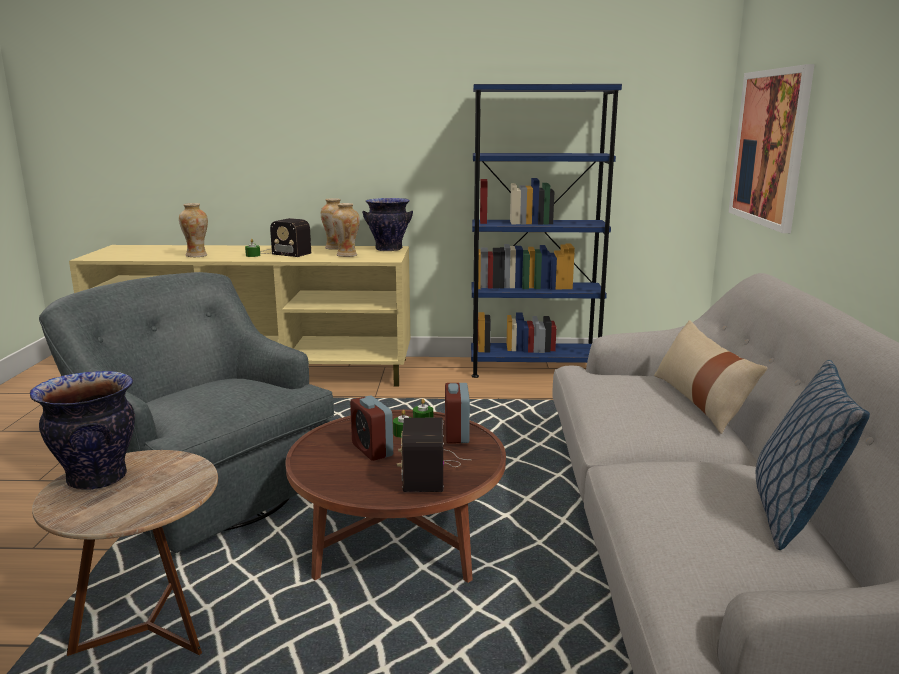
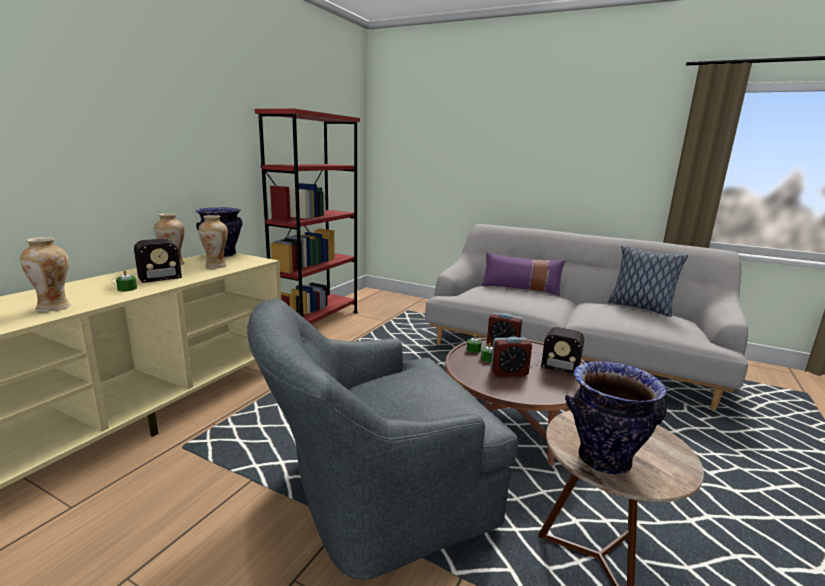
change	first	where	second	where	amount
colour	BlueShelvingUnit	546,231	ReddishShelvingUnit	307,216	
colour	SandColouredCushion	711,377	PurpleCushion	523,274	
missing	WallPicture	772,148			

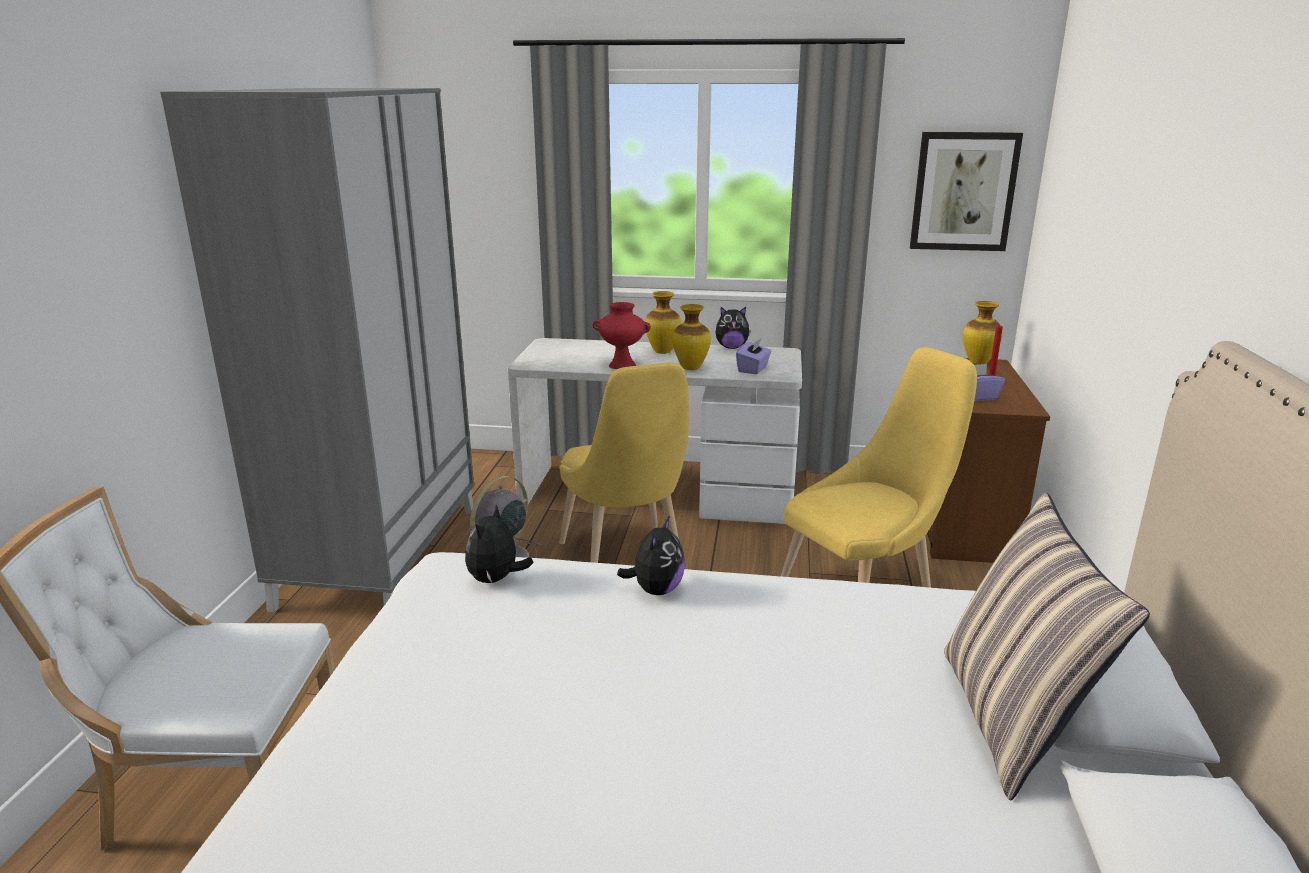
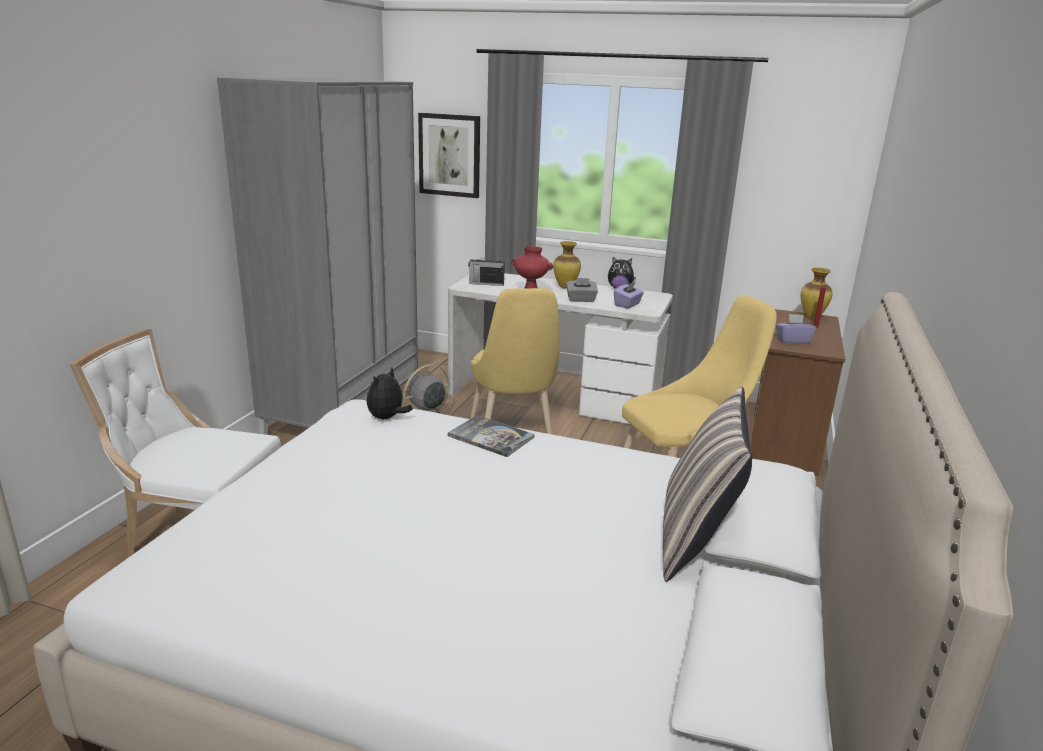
change	first	where	second	where	amount
exchanged	SoftToy	651,555	Book	491,436	
exchanged	Vase	691,337	GreyTissueBox	582,290	
relocated	WallPicture	966,191		449,155	
appeared			Radio	486,270	

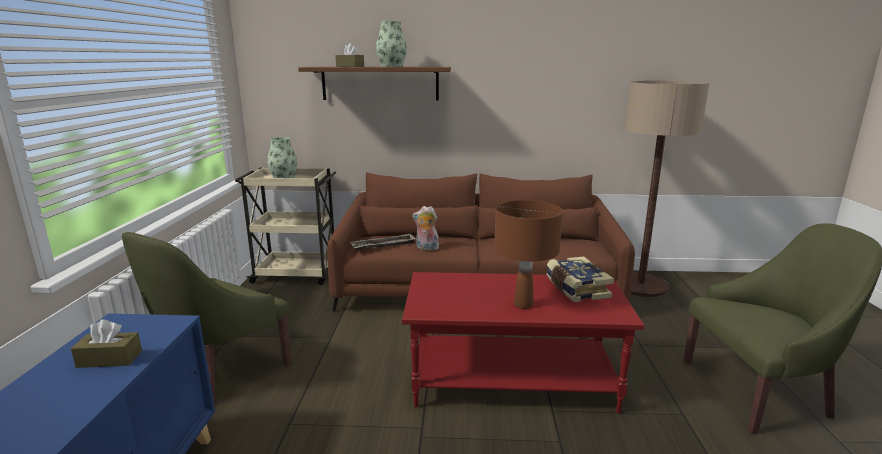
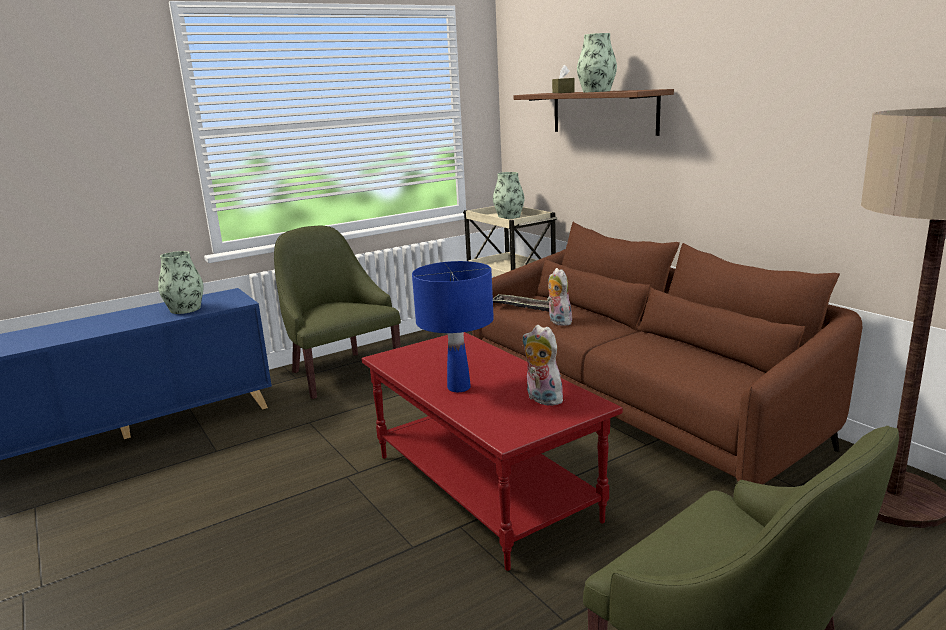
change	first	where	second	where	amount
exchanged	BrownTissueBox	106,344	Vase	181,282	
spun	GreenLoungeChair	206,318		337,312	60 degrees clockwise
colour	BrownTabletopLamp	528,254	BlueTabletopLamp	453,326	
exchanged	Book	580,279	SoftToy	543,365	

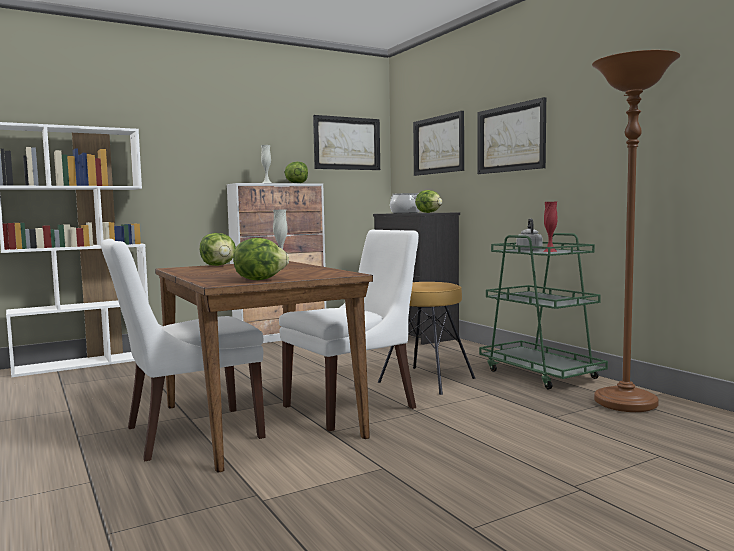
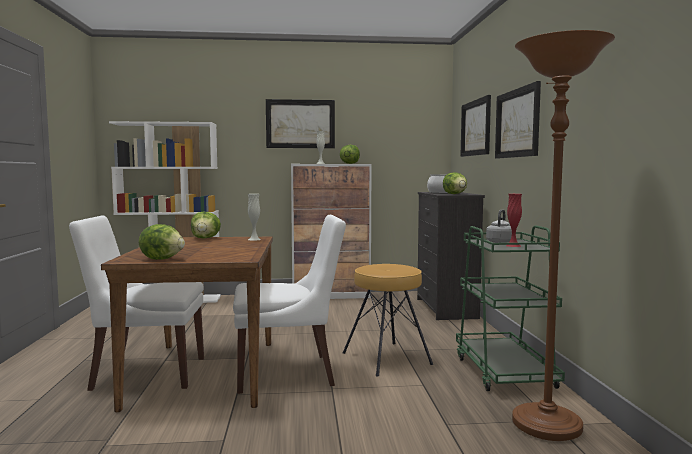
change	first	where	second	where	amount
relocated	WallPicture	346,142		300,123	

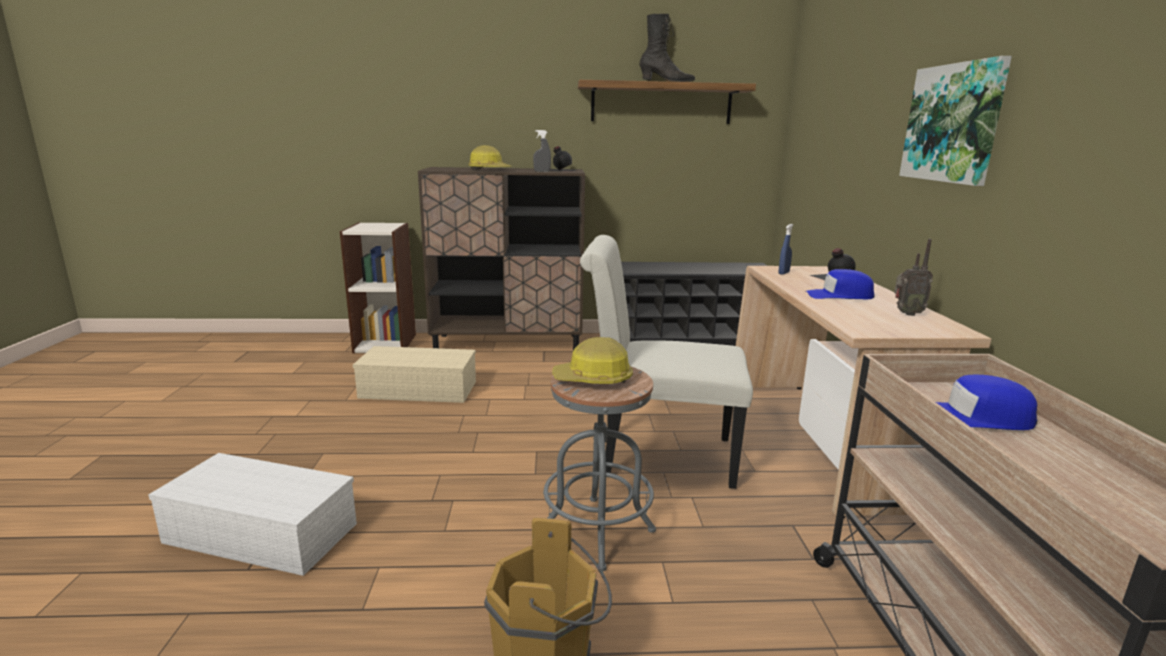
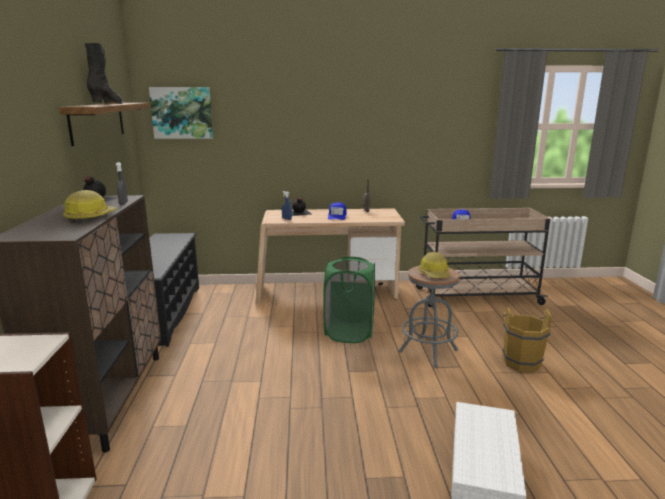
change	first	where	second	where	amount
missing	SandColouredStorageBin	414,374			
exchanged	WhitishPlainChair	666,362	GreenLaundryBasket	349,299	
relocated	WallPicture	955,121		181,113	

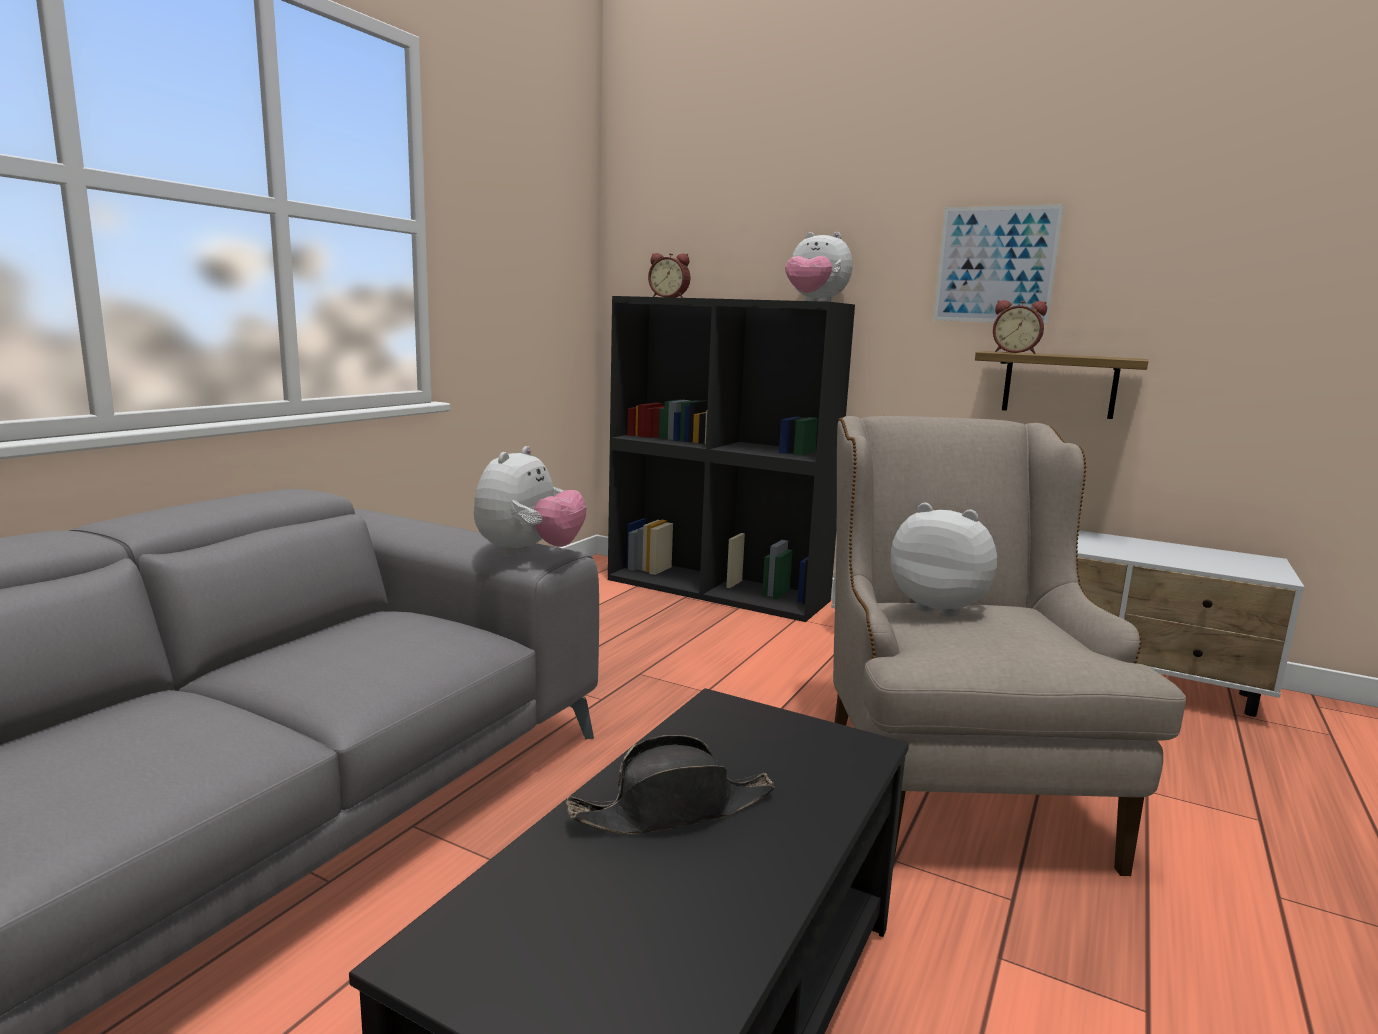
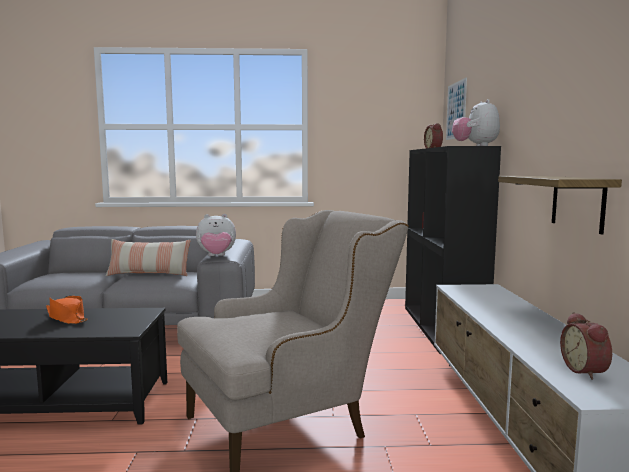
change	first	where	second	where	amount
colour	BlackHat	670,785	OrangeyHat	67,310	
missing	SoftToy	944,560			
relocated	WallPicture	998,264		456,108	
relocated	TableClock	1020,327		586,346	
appeared			Cushion	148,257	

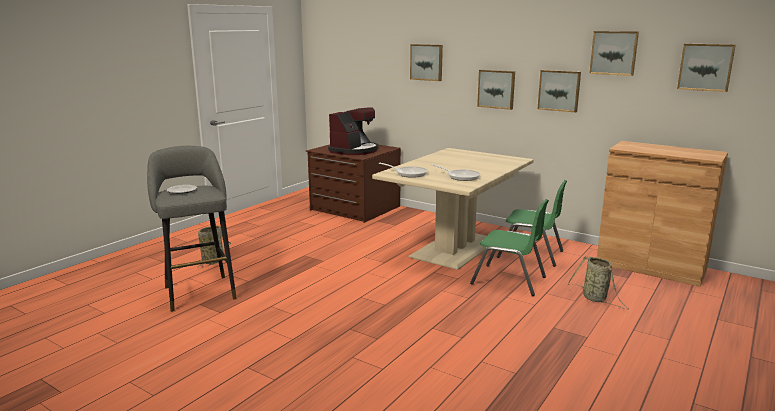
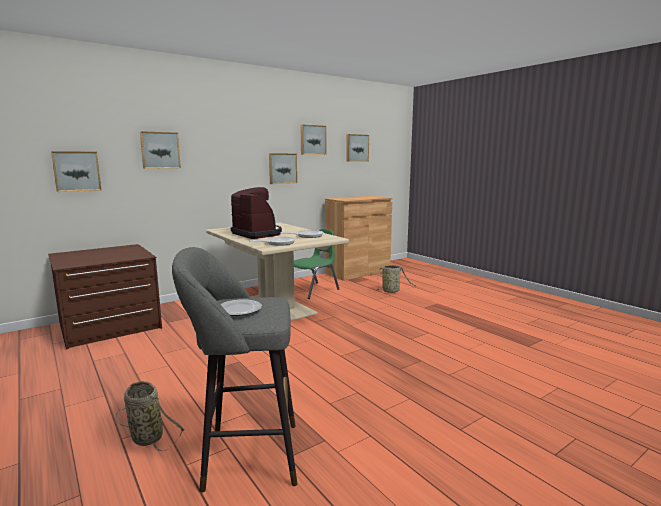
change	first	where	second	where	amount
relocated	CoffeeBrewer	353,131		256,213	
missing	GreenPlainChair	509,247			
relocated	WallPicture	496,90		76,171	

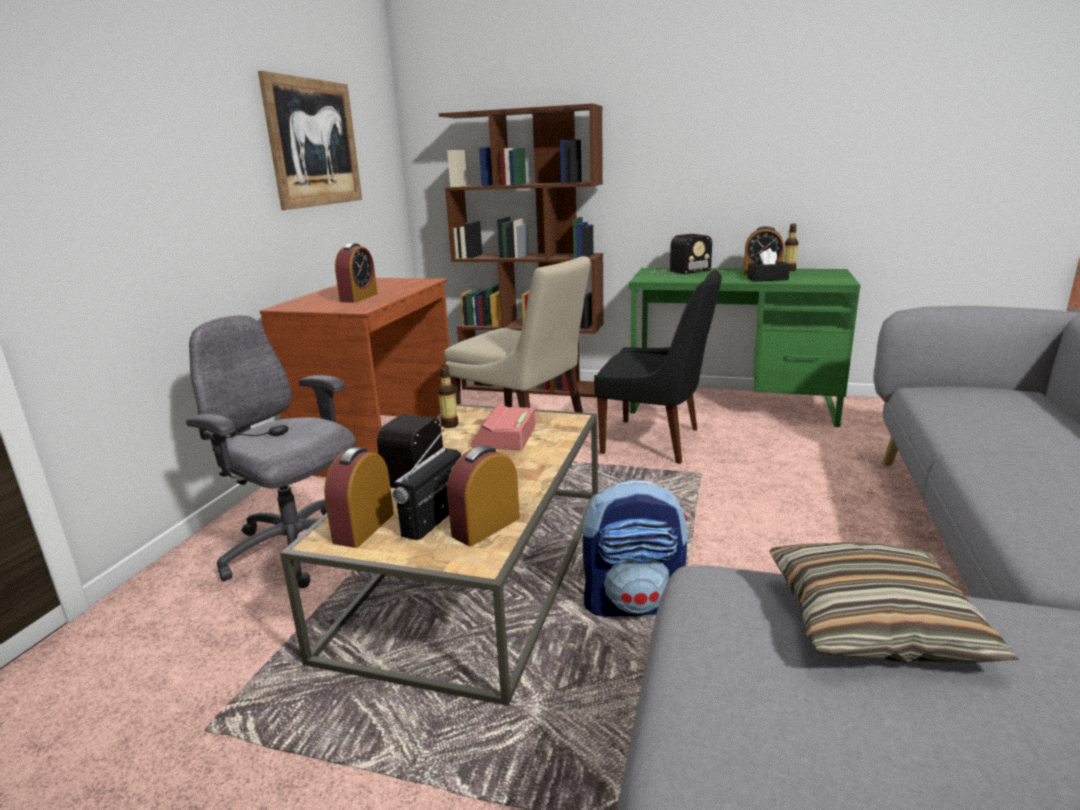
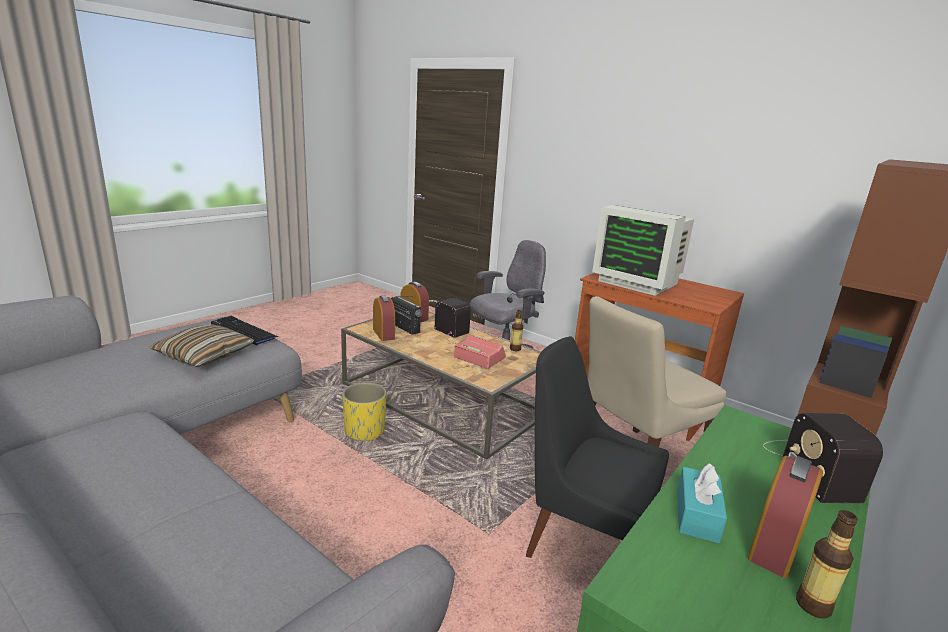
change	first	where	second	where	amount
missing	WallPicture	310,140			
exchanged	TableClock	356,273	ComputerScreen	643,250	
exchanged	Backpack	635,548	YellowPlantPot	364,411	
spun	BlackPlainChair	658,367		597,447	75 degrees clockwise
colour	BlackTissueBox	768,265	TurquoiseColouredTissueBox	702,503	
appeared			ComputerKeyboard	244,330	

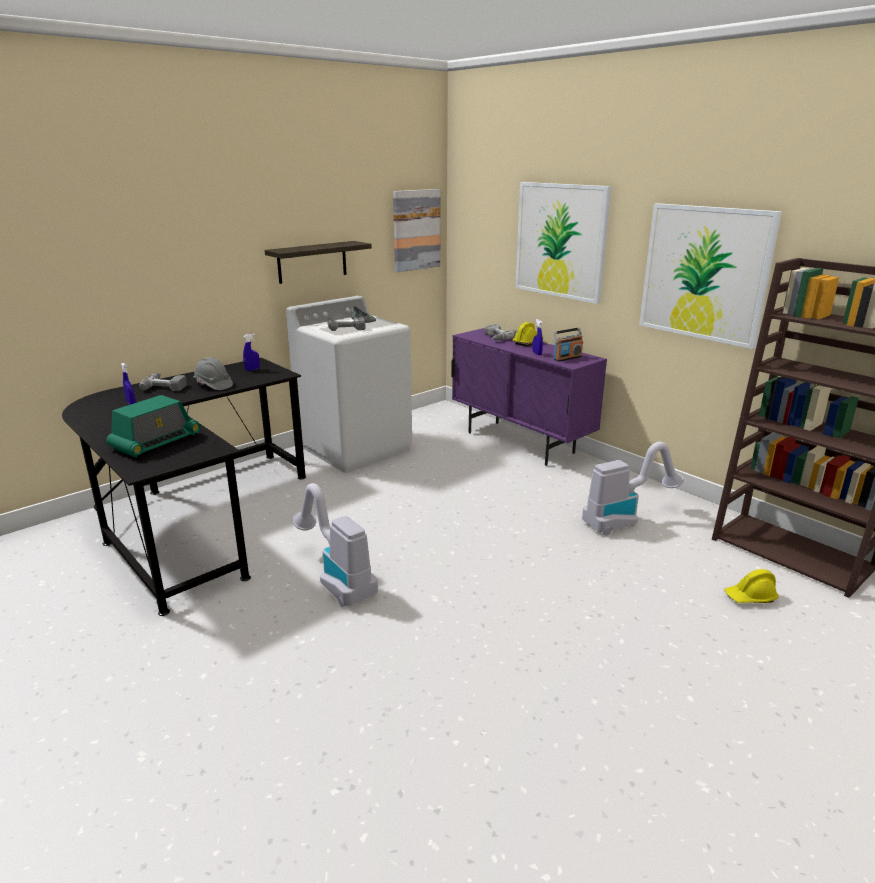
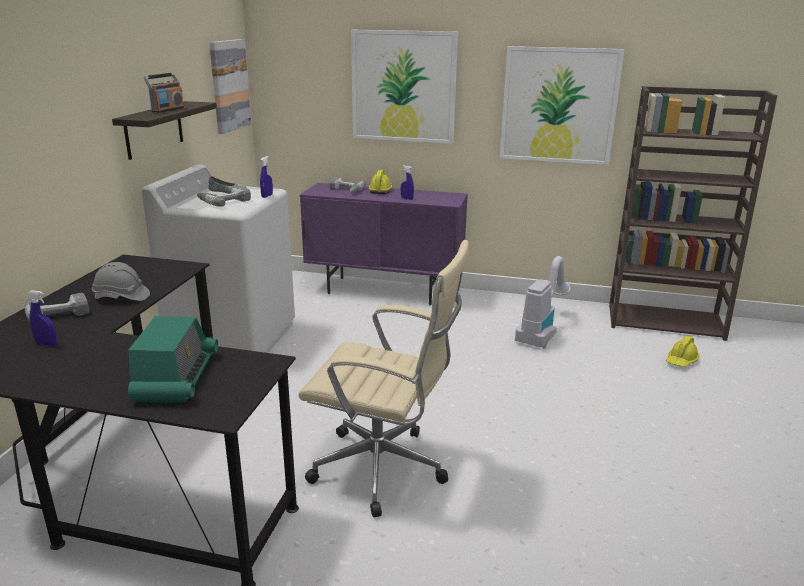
change	first	where	second	where	amount
relocated	BlueSprayer	251,352		266,177	
exchanged	Vacuum	335,545	SandColouredComputerChair	384,378	
relocated	Radio	568,345		164,93	

